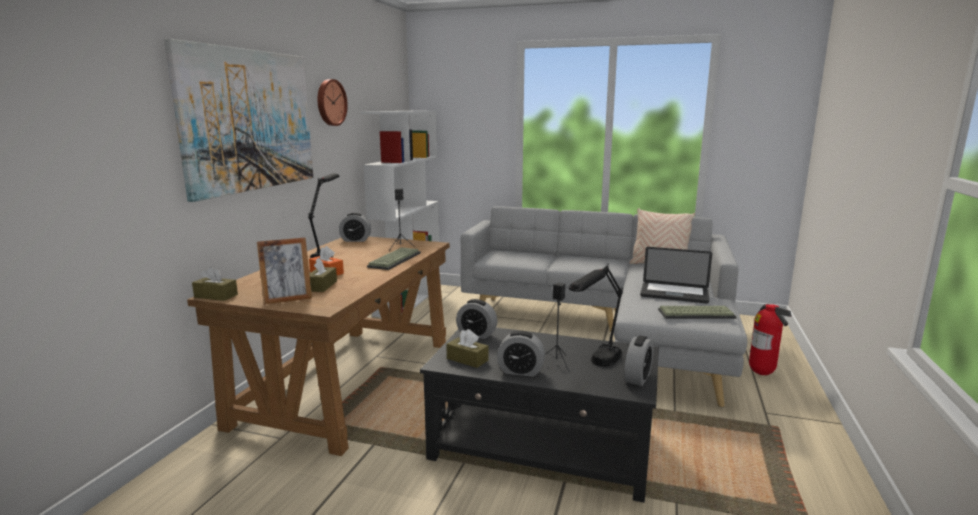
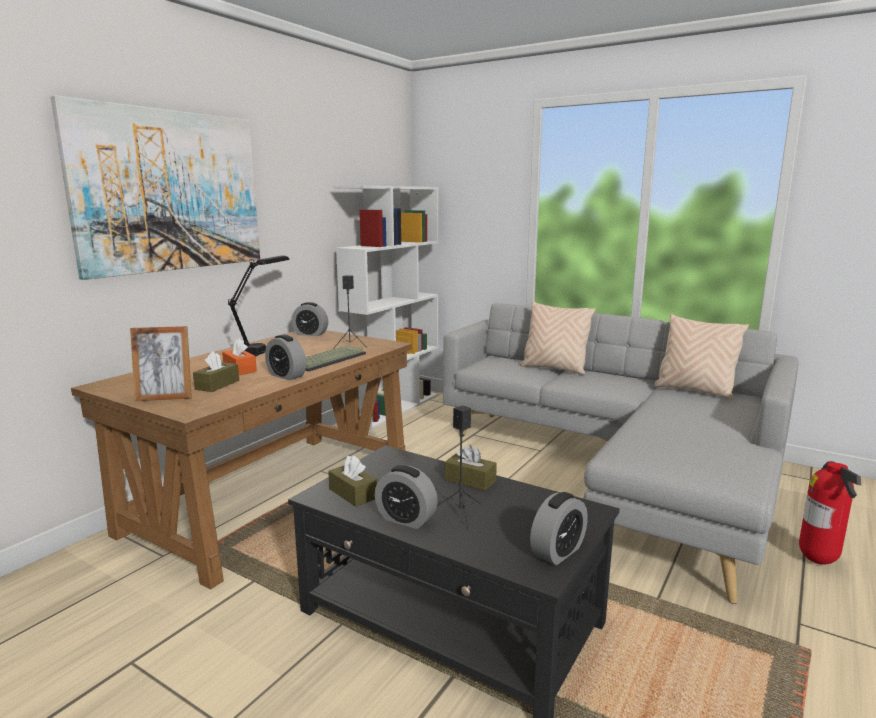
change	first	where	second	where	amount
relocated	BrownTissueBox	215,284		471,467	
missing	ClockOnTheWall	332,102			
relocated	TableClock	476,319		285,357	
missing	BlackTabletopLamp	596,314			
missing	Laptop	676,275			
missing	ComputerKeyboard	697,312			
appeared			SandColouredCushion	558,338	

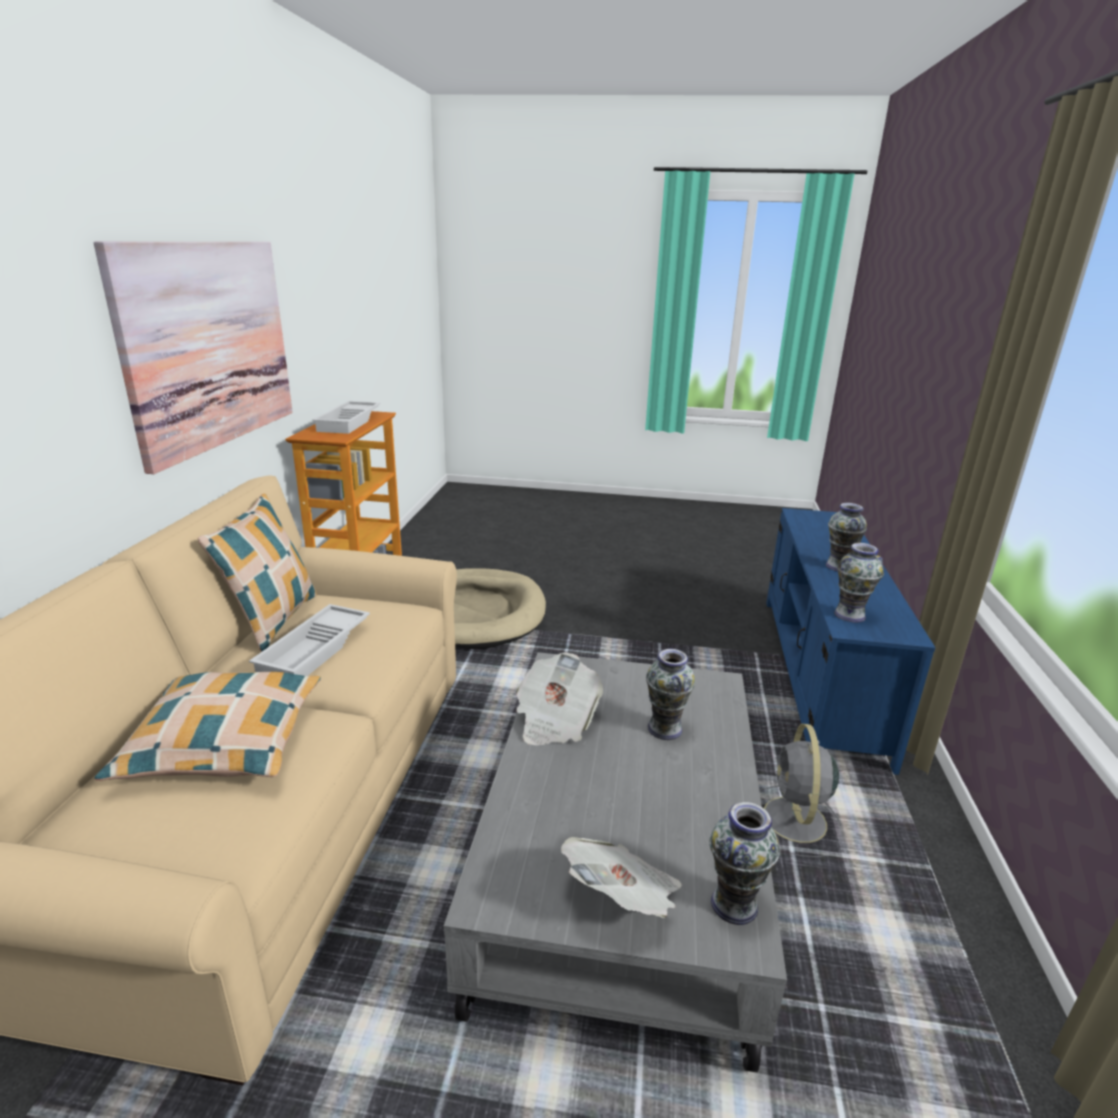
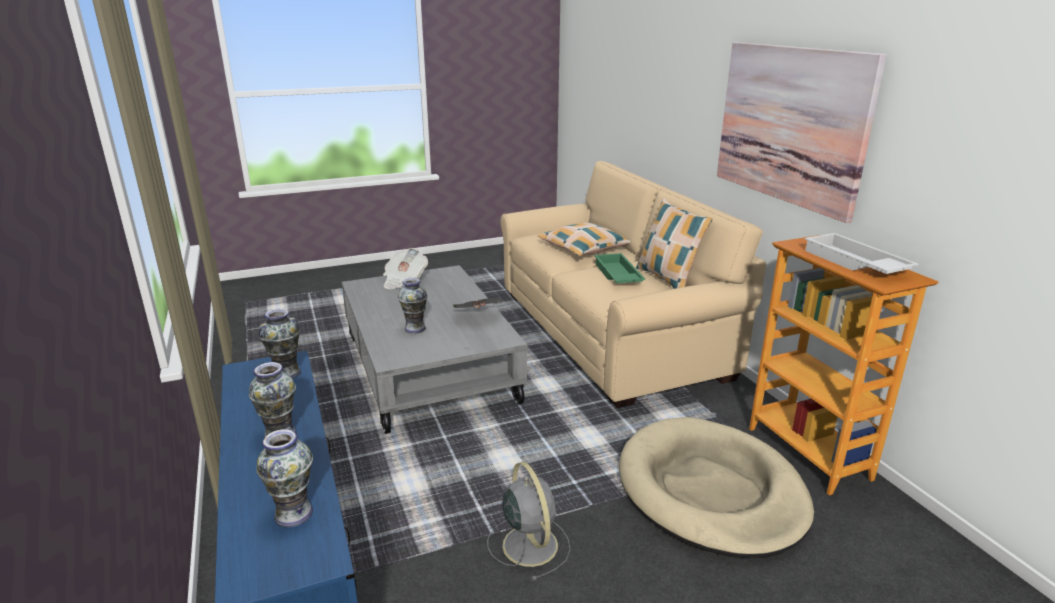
change	first	where	second	where	amount
colour	WhitishTray	309,640	GreenTray	619,268	
relocated	Vase	744,863		284,478	
relocated	GreyFan	801,790		529,521	

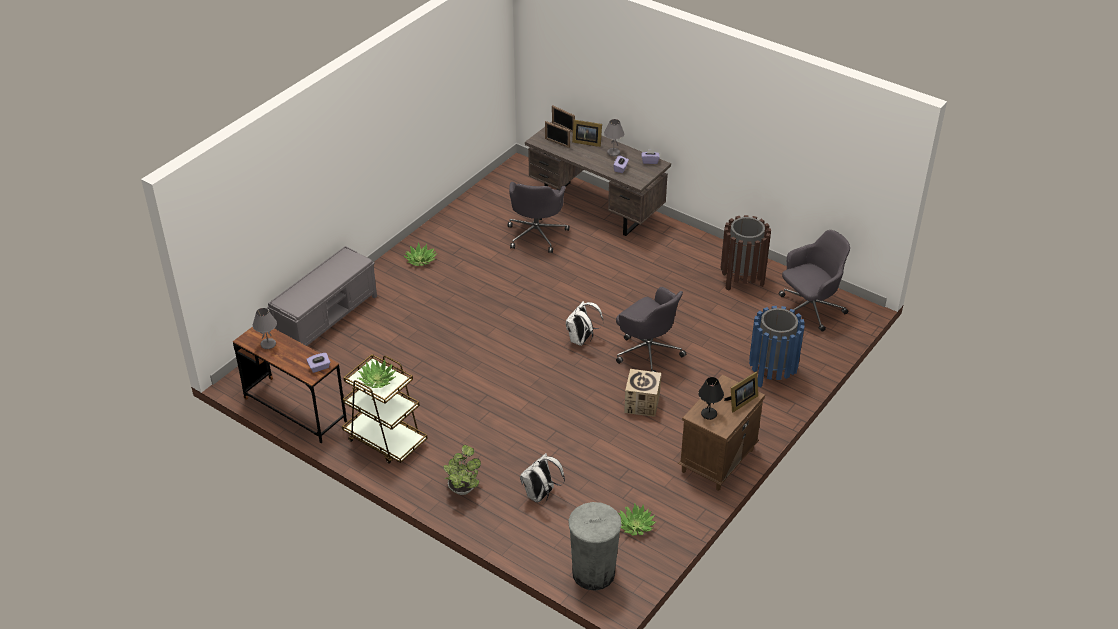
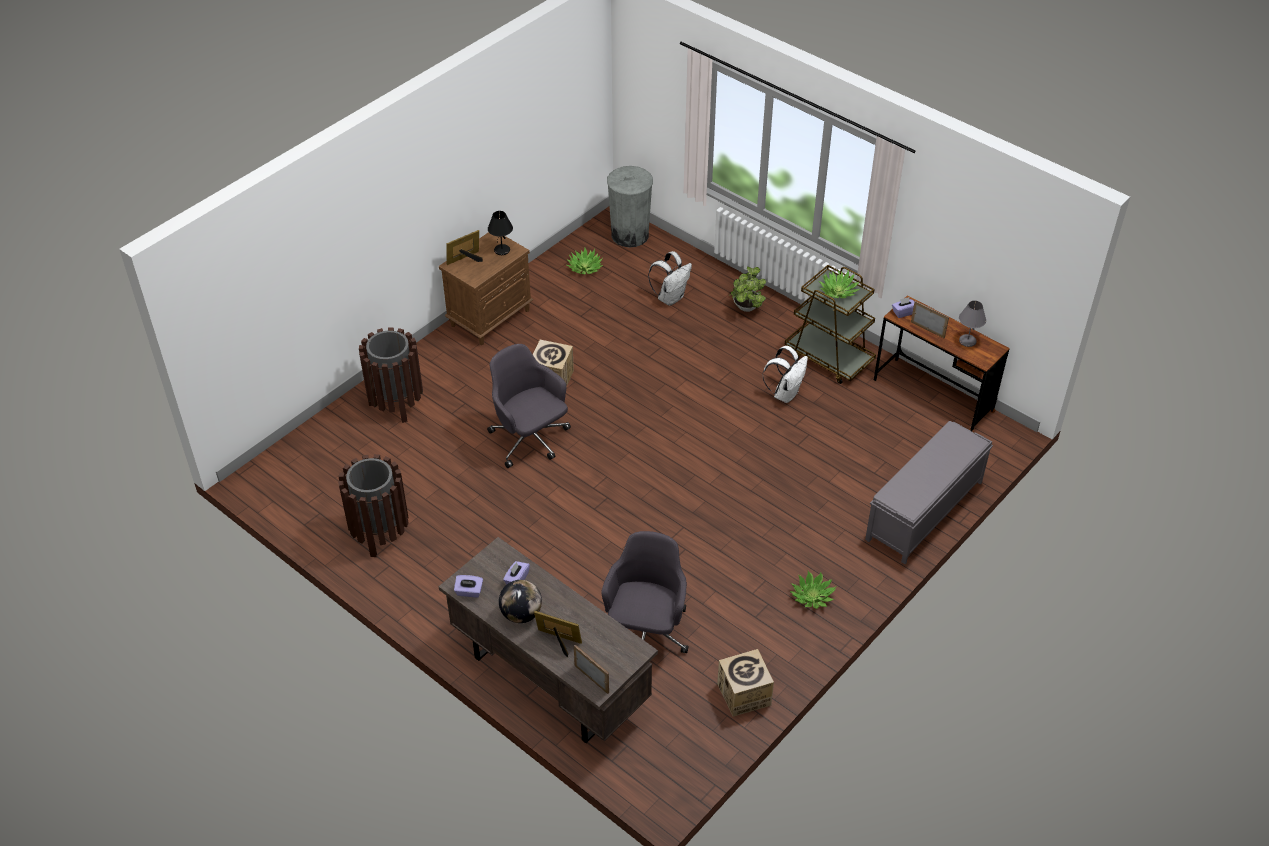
change	first	where	second	where	amount
relocated	PictureFrame	557,134		930,319	
relocated	WhitishBackpack	584,323		785,374	
exchanged	GreyTabletopLamp	614,137	WorldGlobe	520,601	
colour	BlueRubbishBin	777,347	BrownRubbishBin	391,375	
missing	GreyComputerChair	814,281			
appeared			CardboardBox	745,683	

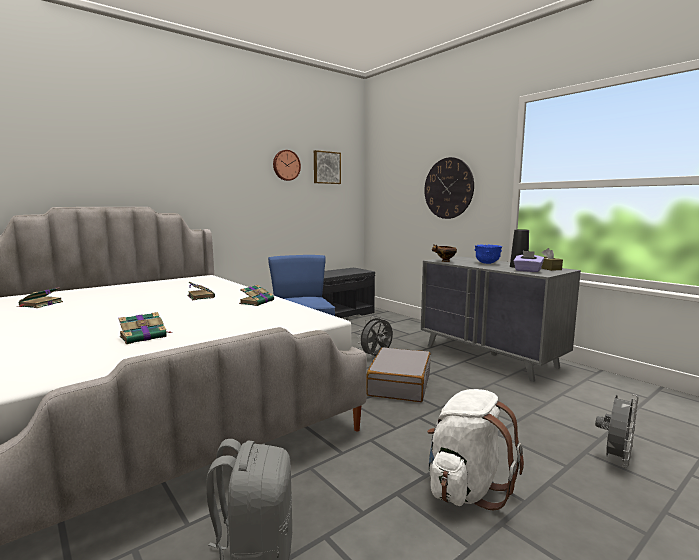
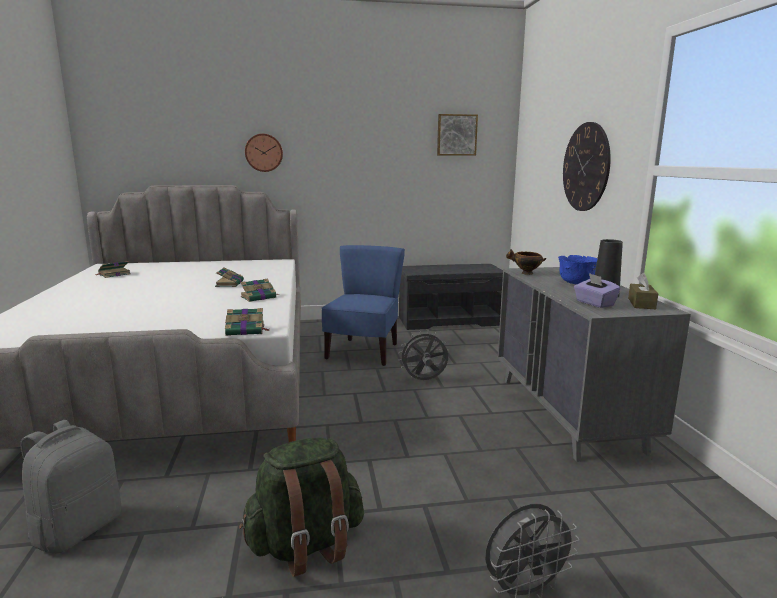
change	first	where	second	where	amount
relocated	Book	146,328		247,322	
relocated	ClockOnTheWall	287,165		264,153	
missing	GreyPieceOfLuggage	398,374			
colour	WhitishBackpack	475,450	GreenBackpack	301,507	

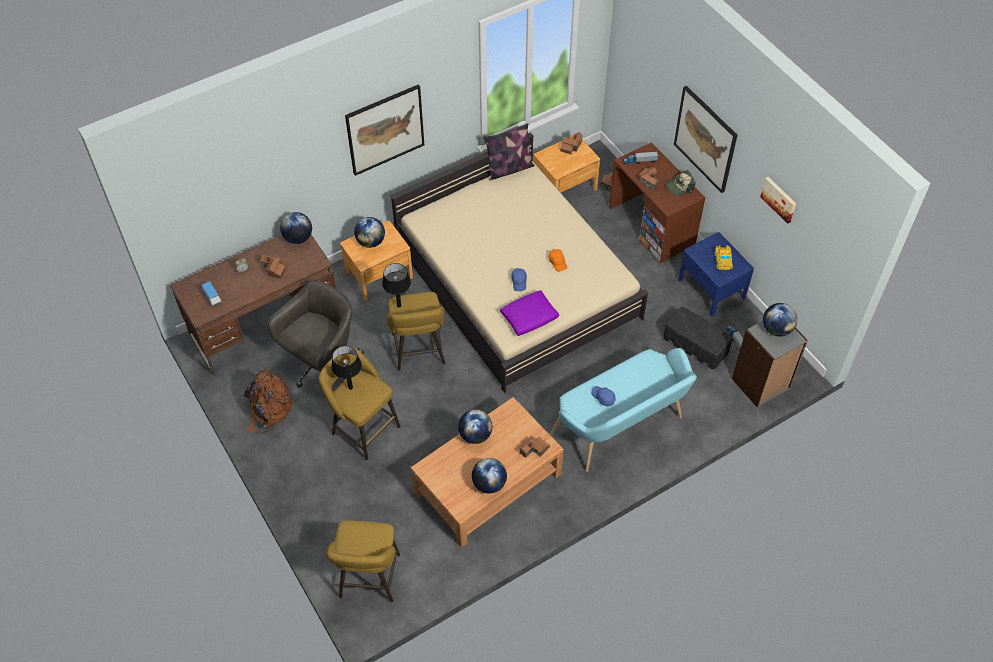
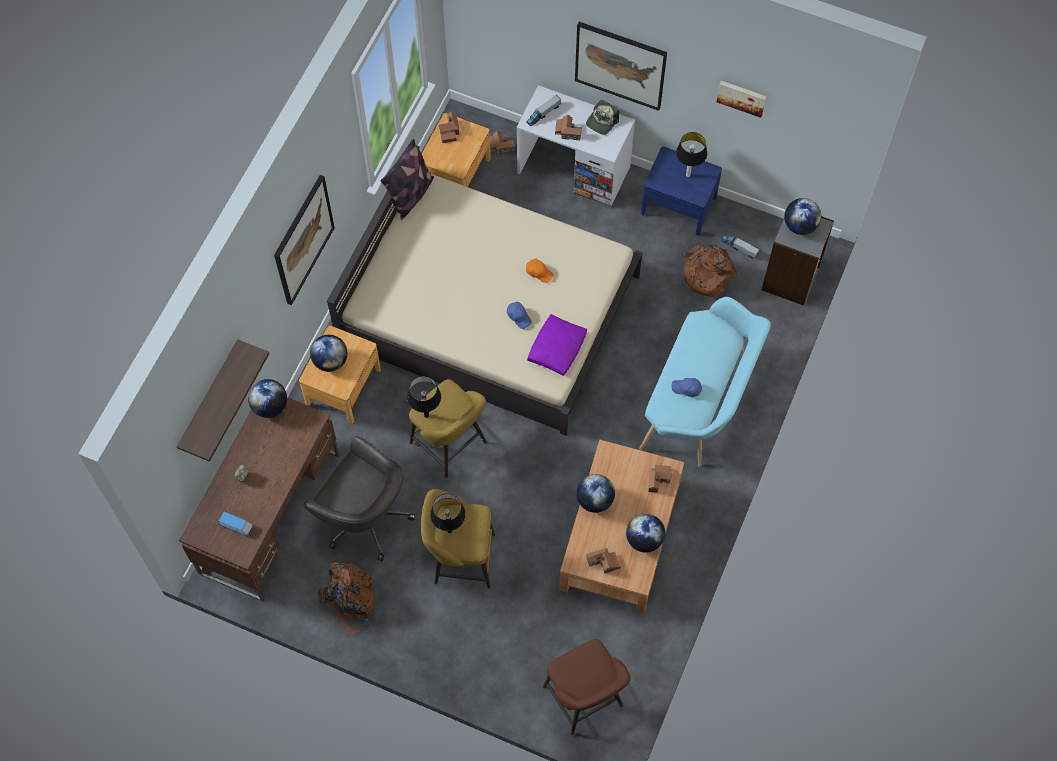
change	first	where	second	where	amount
relocated	ModelHouse	273,267		603,561	
spun	GreyComputerChair	315,334		359,498	120 degrees clockwise
colour	YellowStool	363,561	BrownStool	586,687	
colour	BrownDeskUnit	657,202	WhitishDeskUnit	576,146	
exchanged	BlackStorageBin	698,338	BrownBackpack	710,270	
exchanged	YellowModelCar	724,257	TabletopLamp	691,154	
appeared			BracketShelf	223,400	

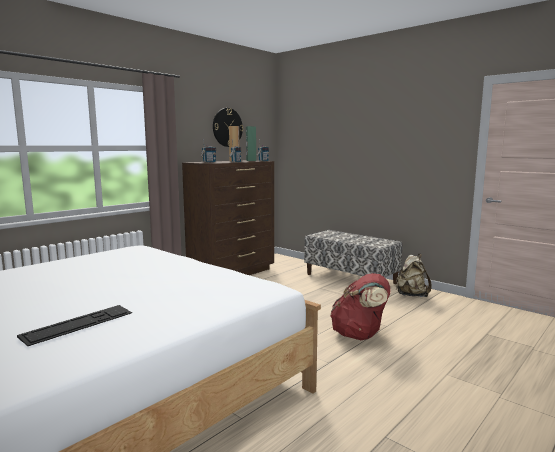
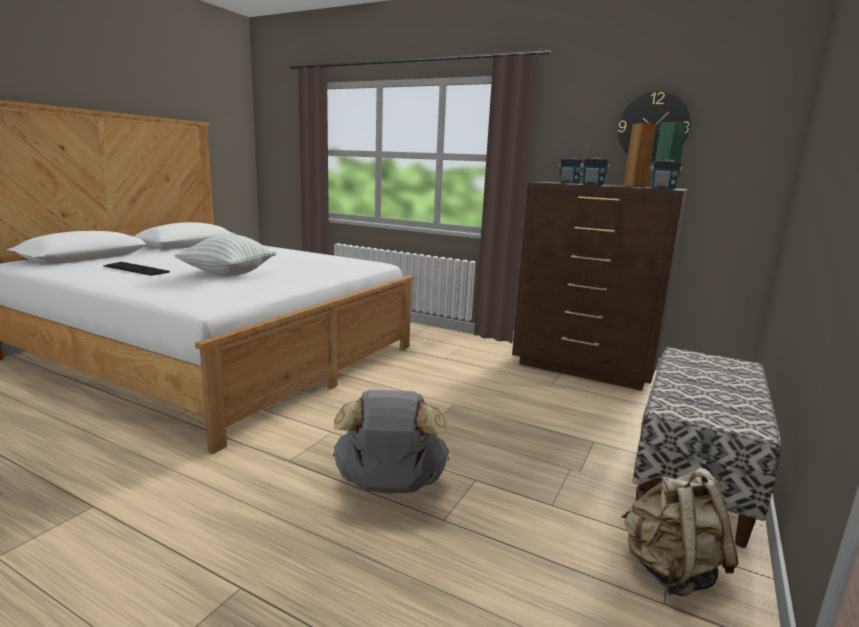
change	first	where	second	where	amount
colour	ReddishBackpack	360,306	GreyBackpack	391,441	
appeared			Cushion	225,255	

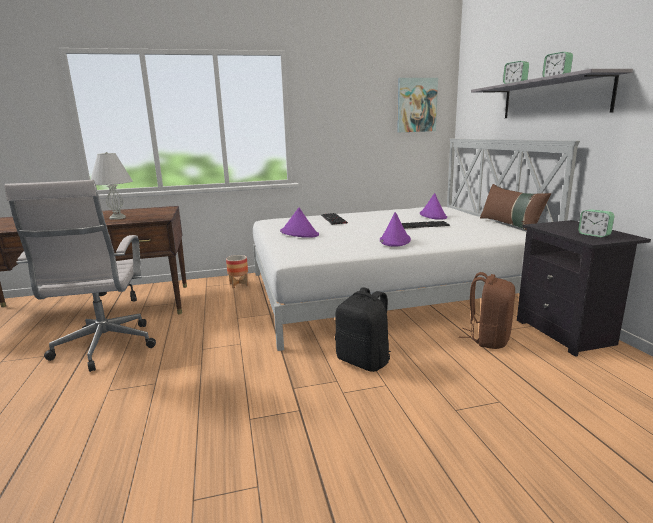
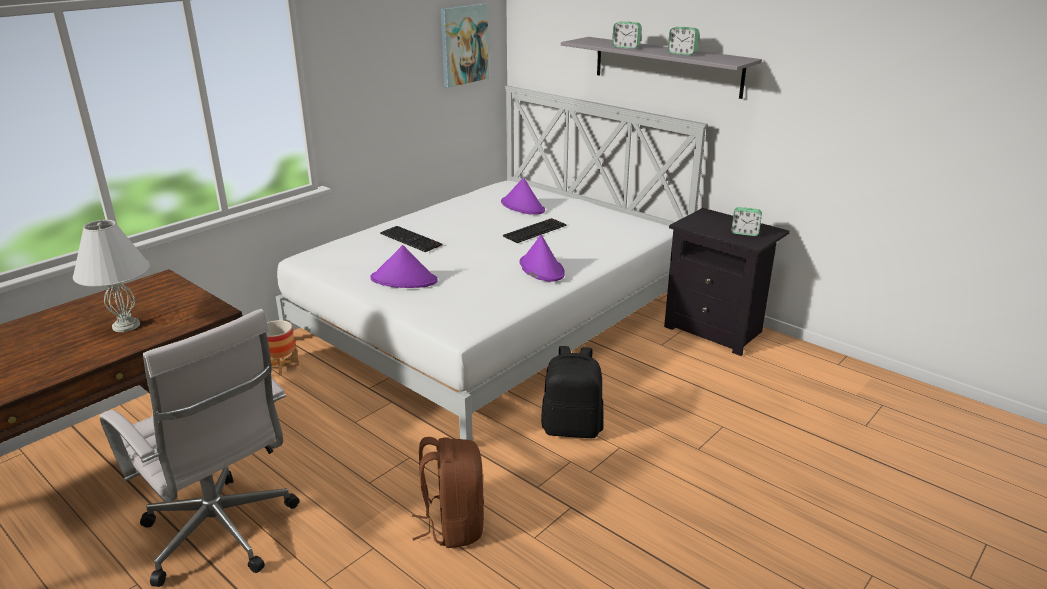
change	first	where	second	where	amount
relocated	BrownBackpack	487,310		448,492	
missing	BrownCushion	515,207			

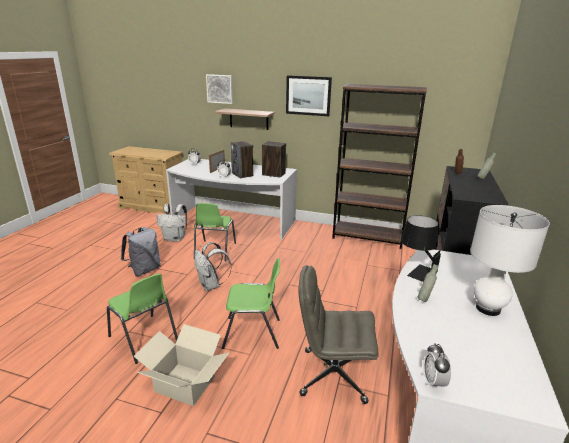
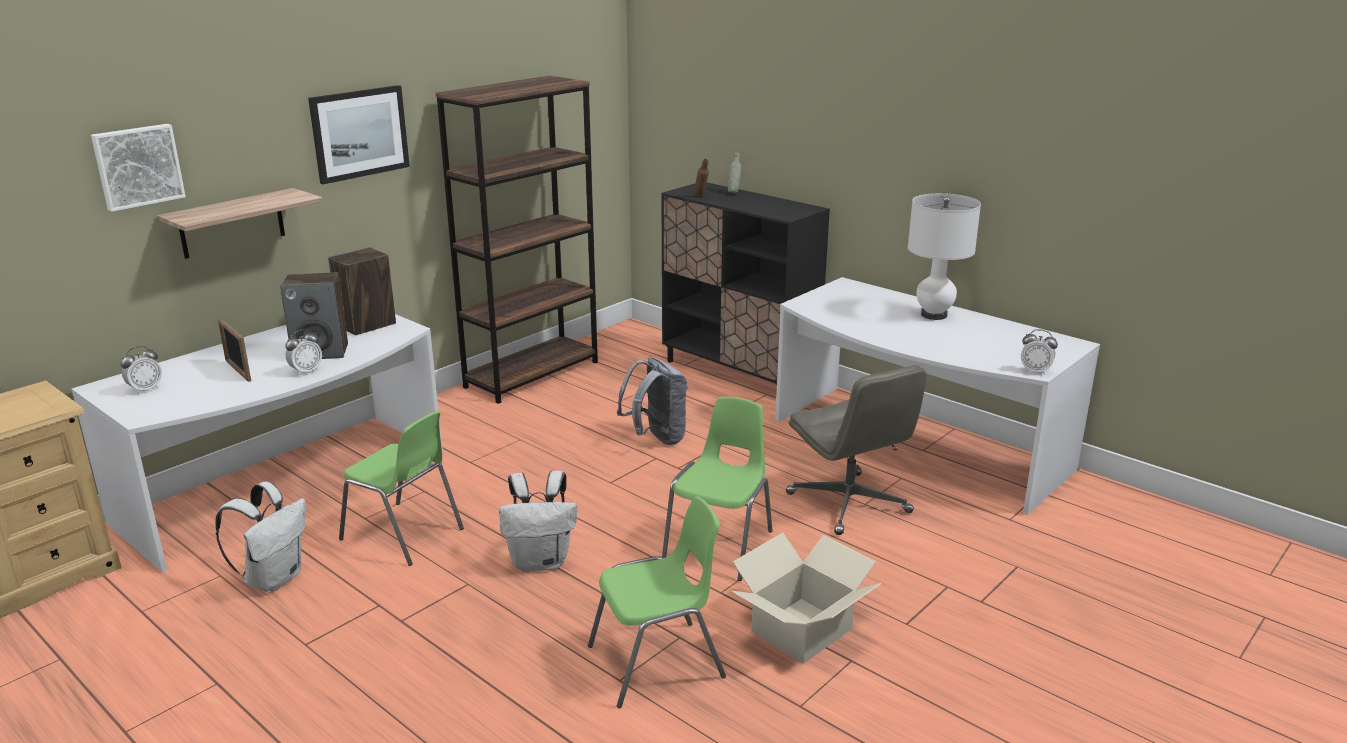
change	first	where	second	where	amount
relocated	GreyBackpack	140,251		652,401	
spun	GreyComputerChair	339,334		856,450	60 degrees counterclockwise
missing	BlackTabletopLamp	421,248			
missing	GreyBottle	428,283			

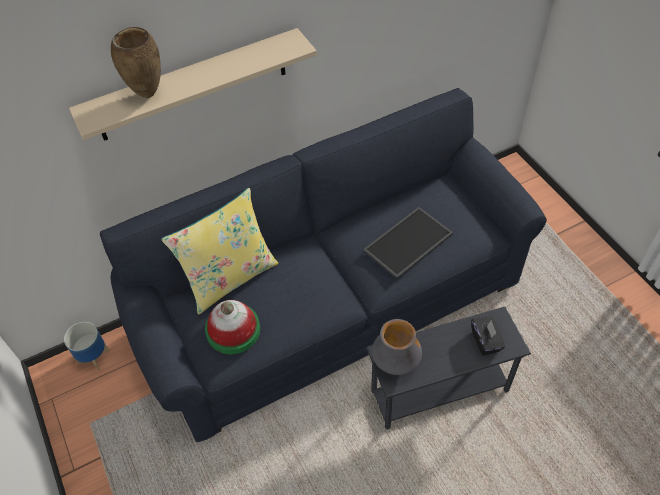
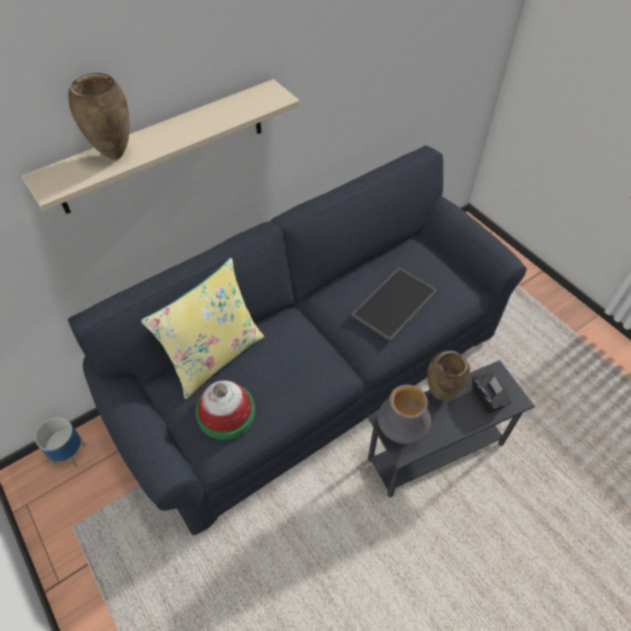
change	first	where	second	where	amount
appeared			BrownVase	448,376	

